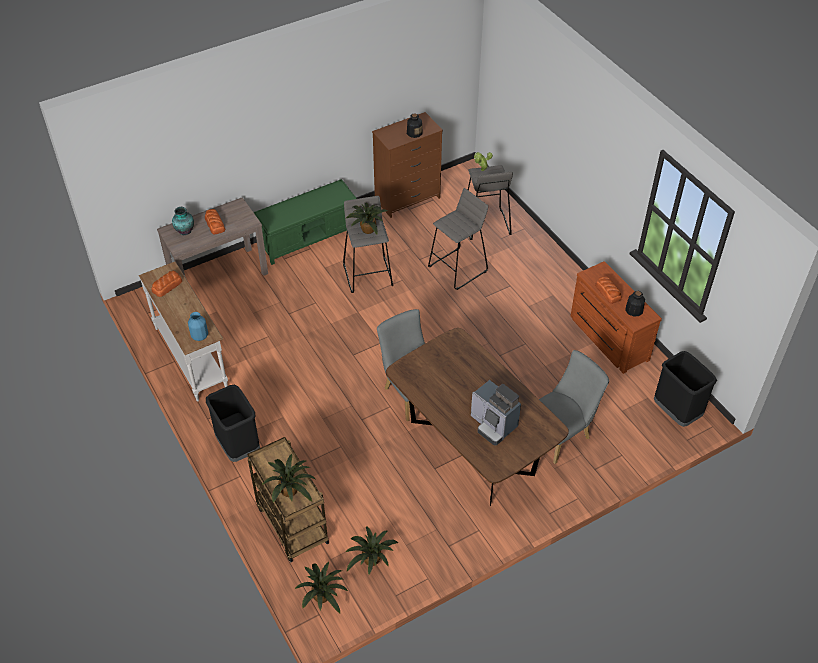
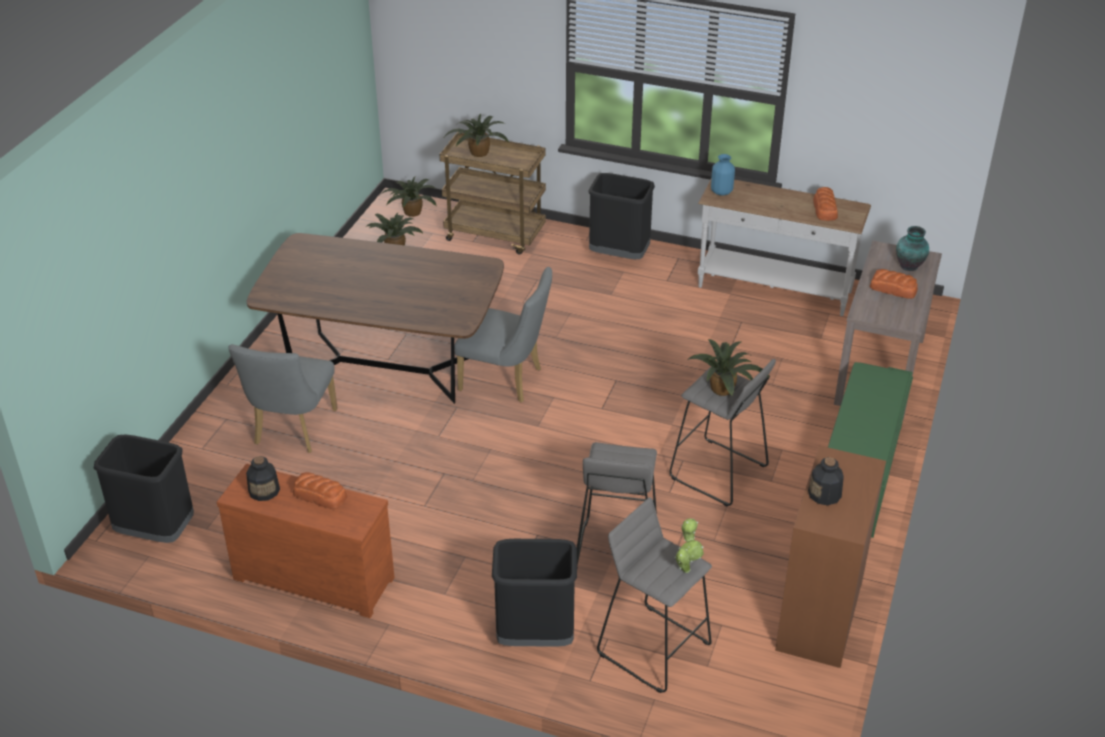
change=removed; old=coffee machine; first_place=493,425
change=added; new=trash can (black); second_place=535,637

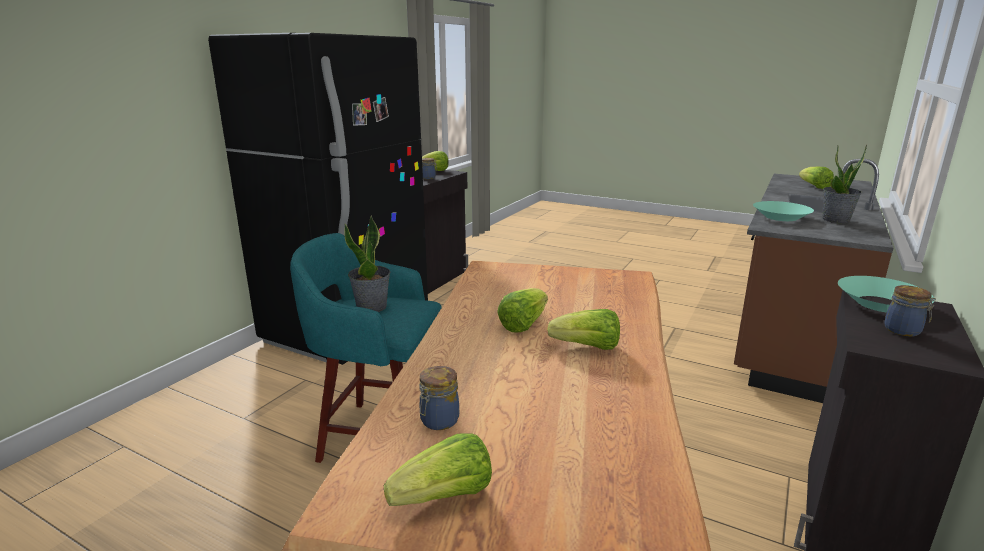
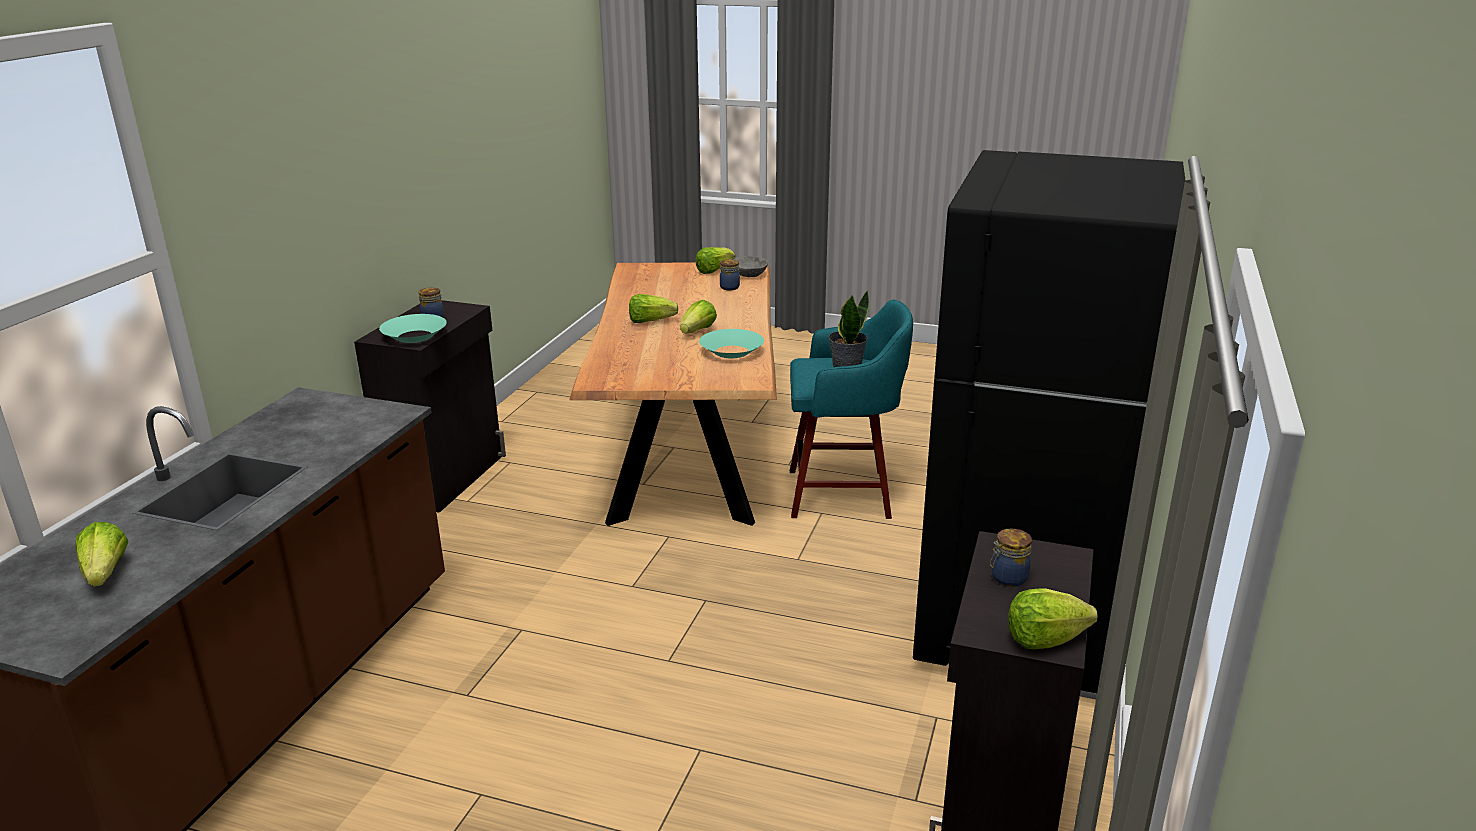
change=removed; old=plant in a pot; first_place=836,220
change=added; new=deep dish (grey); second_place=749,275
change=moved; old=deep dish (turquoise); first_place=781,217; second_place=731,351

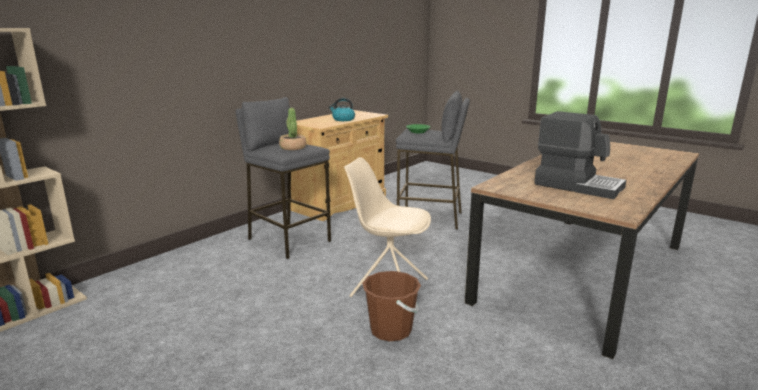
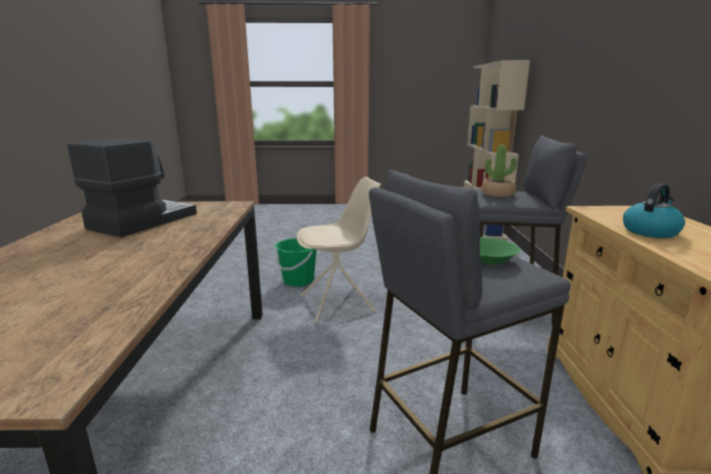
change=recoloured; old=bucket (brown-coloured); new=bucket (greenish); first_place=391,330; second_place=298,281
change=turned; old=coffee machine; first_place=578,185; second_place=142,221; degrees=120

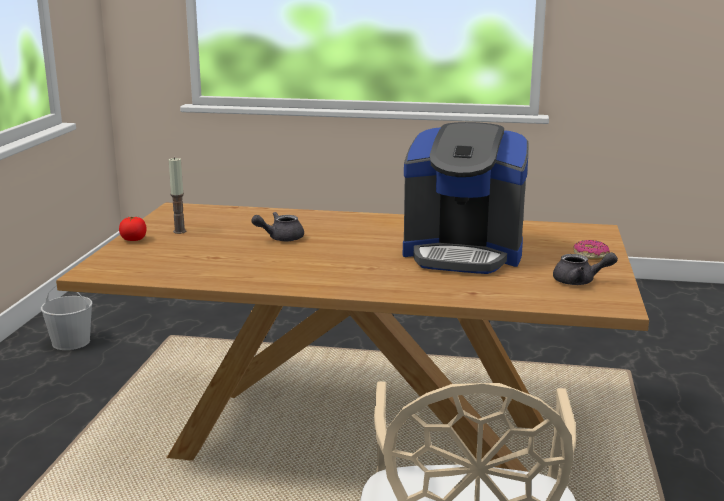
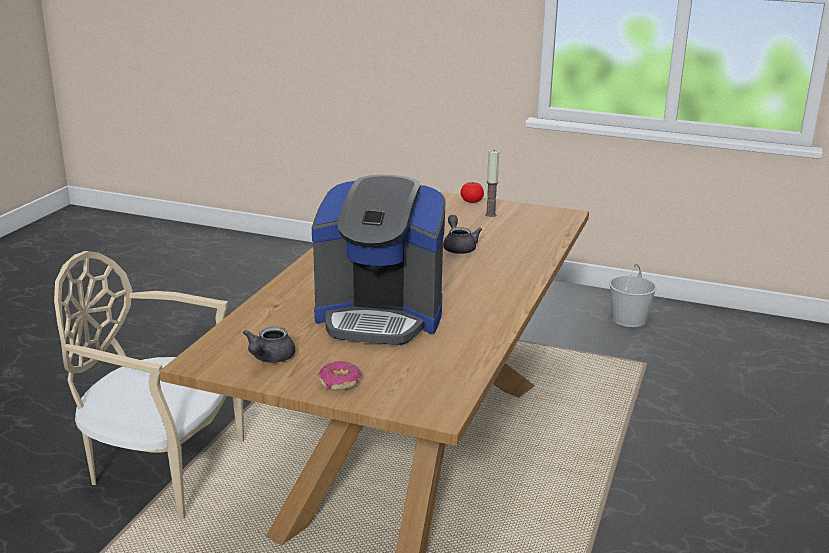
change=turned; old=coffee machine; first_place=463,254; second_place=380,317; degrees=-105

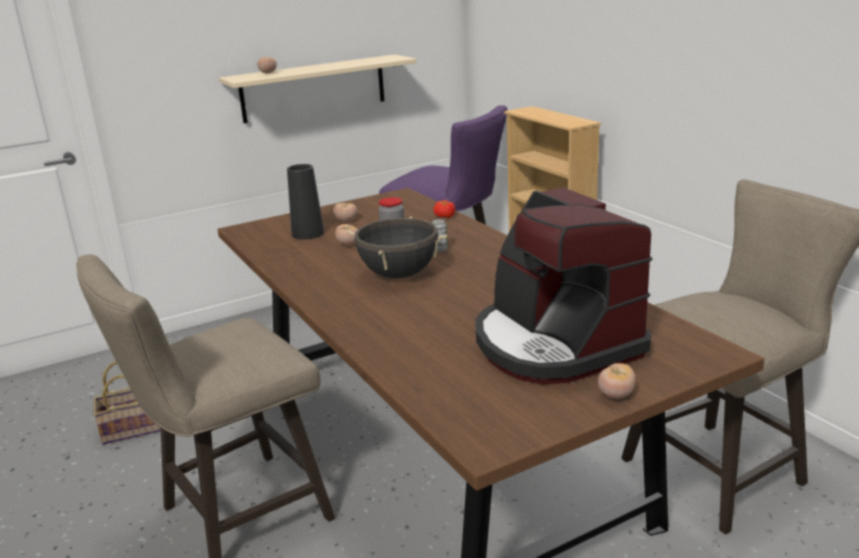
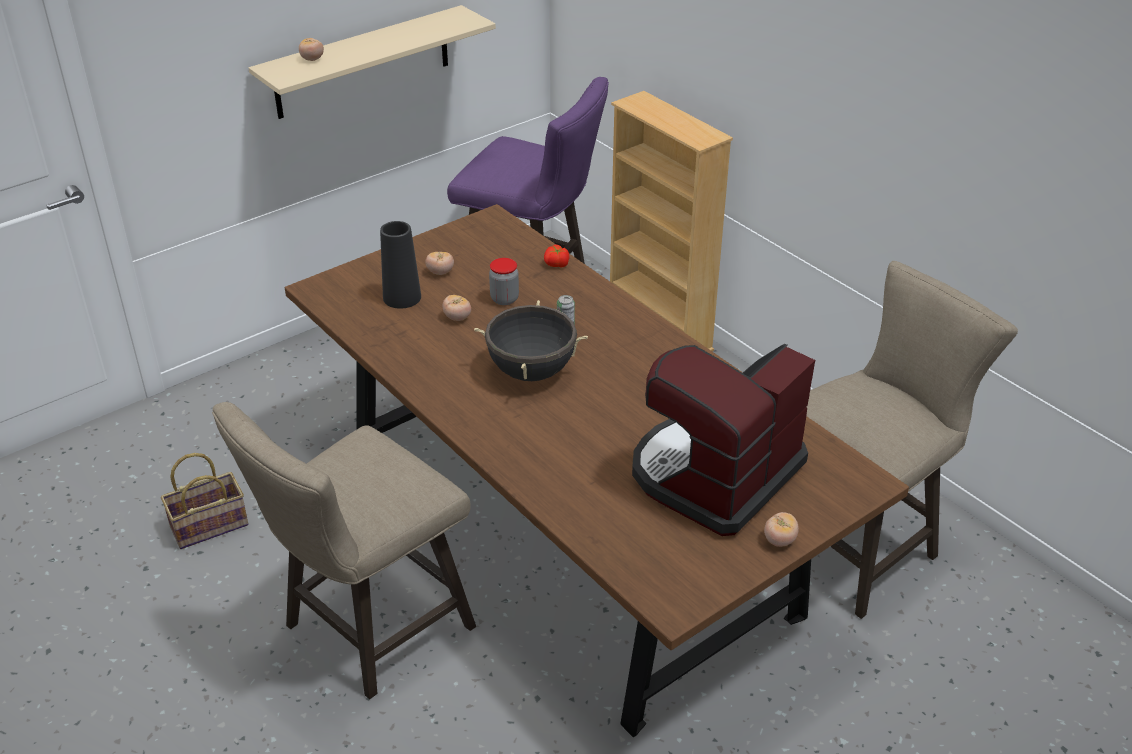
change=turned; old=coffee machine; first_place=554,344; second_place=714,475; degrees=75

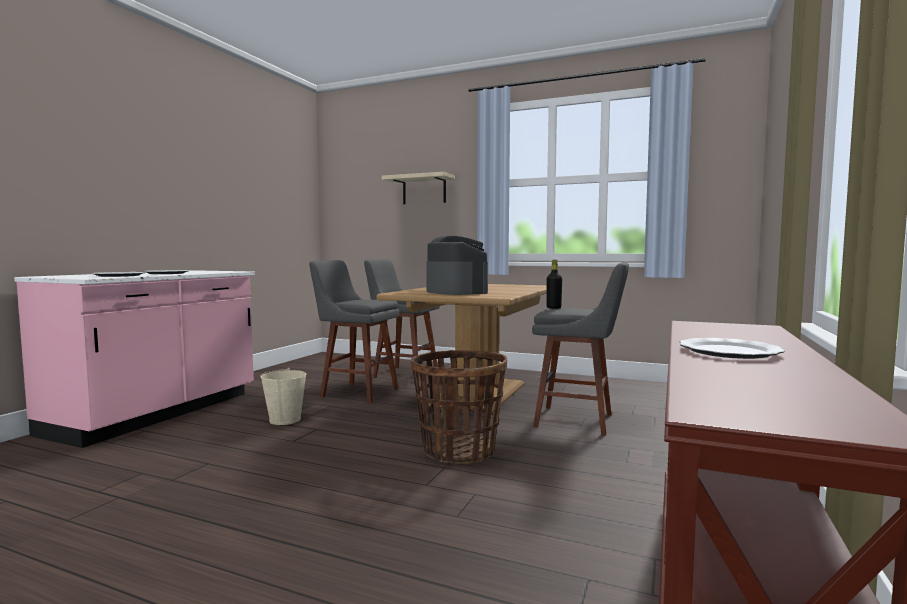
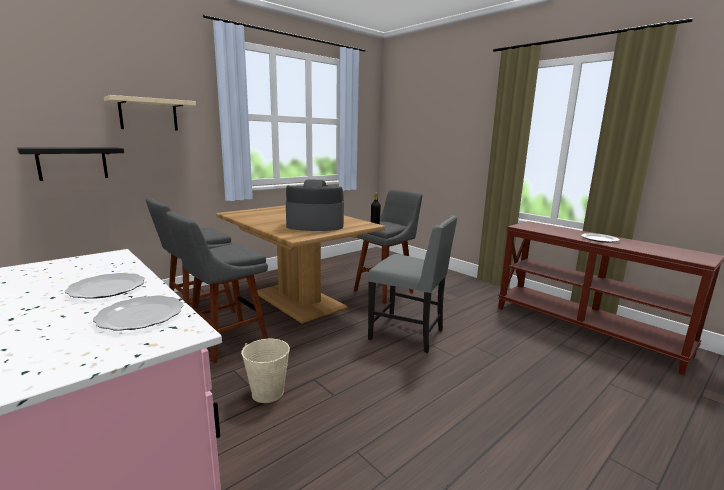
change=added; new=bracket shelf (black); second_place=72,163
change=replaced; old=basket; new=upright chair (grey); first_place=458,451; second_place=408,334

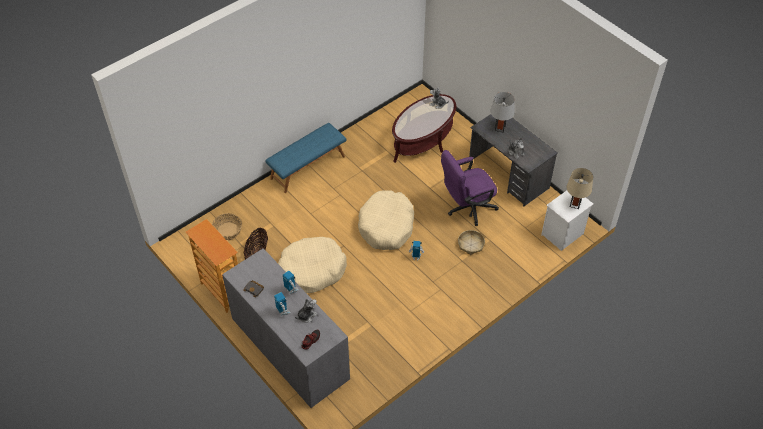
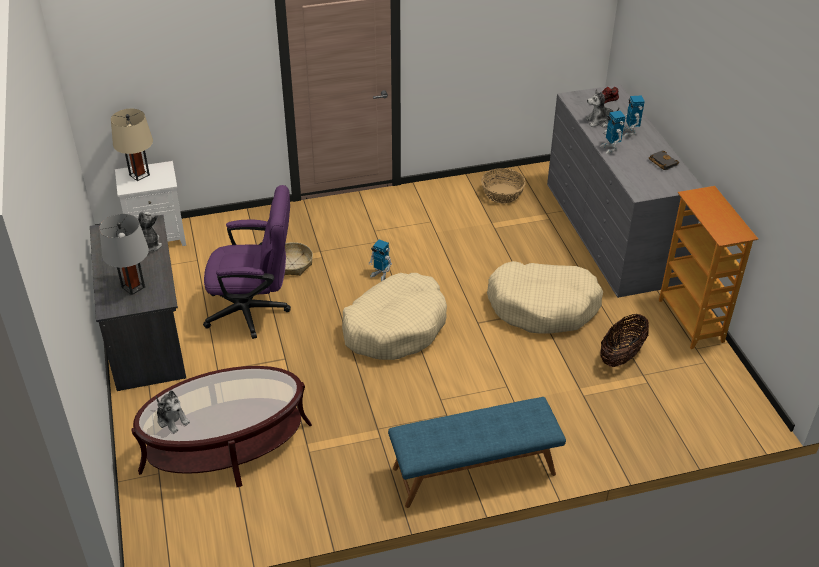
change=moved; old=basket; first_place=227,231; second_place=502,194

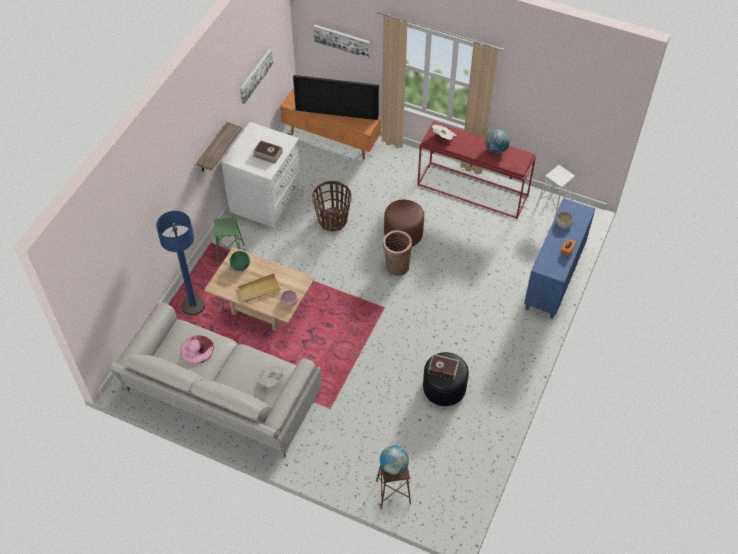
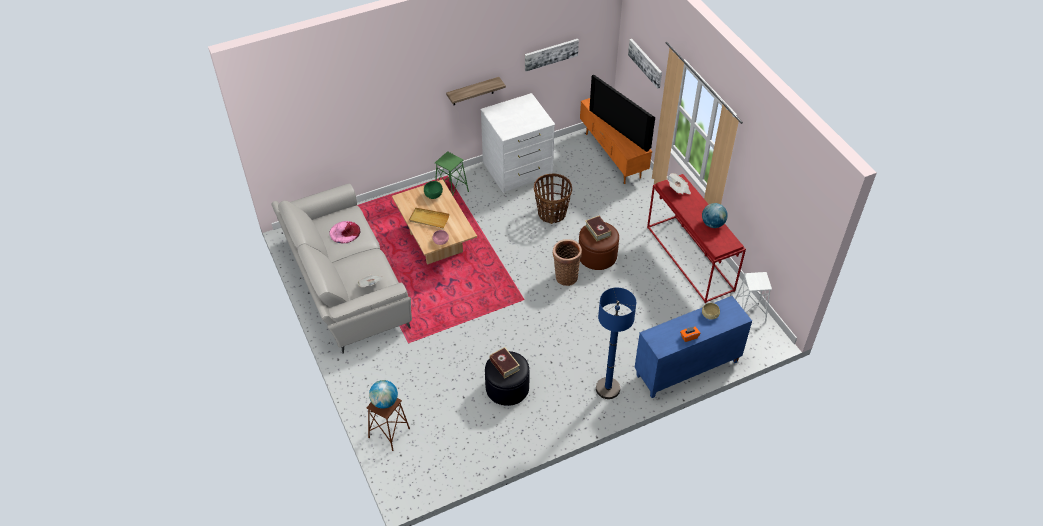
change=moved; old=standing lamp (bluish); first_place=193,306; second_place=608,388
change=moved; old=bound book; first_place=268,154; second_place=597,230

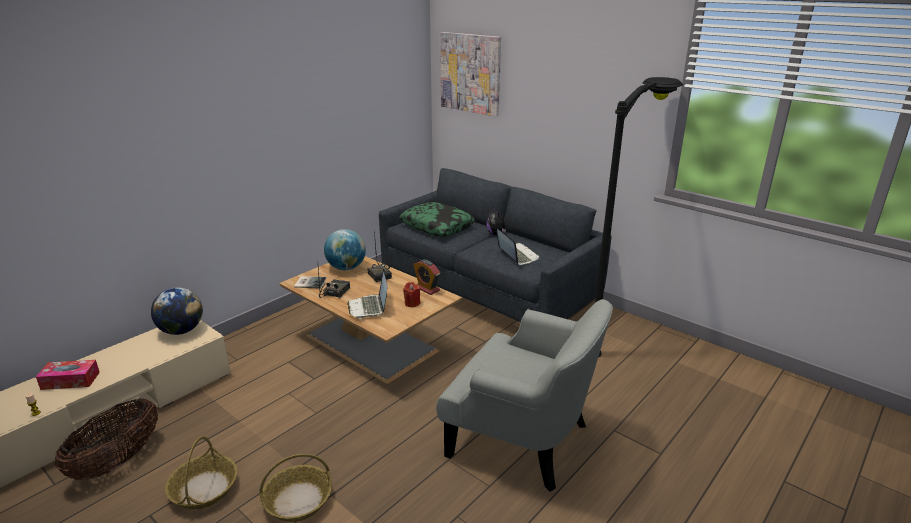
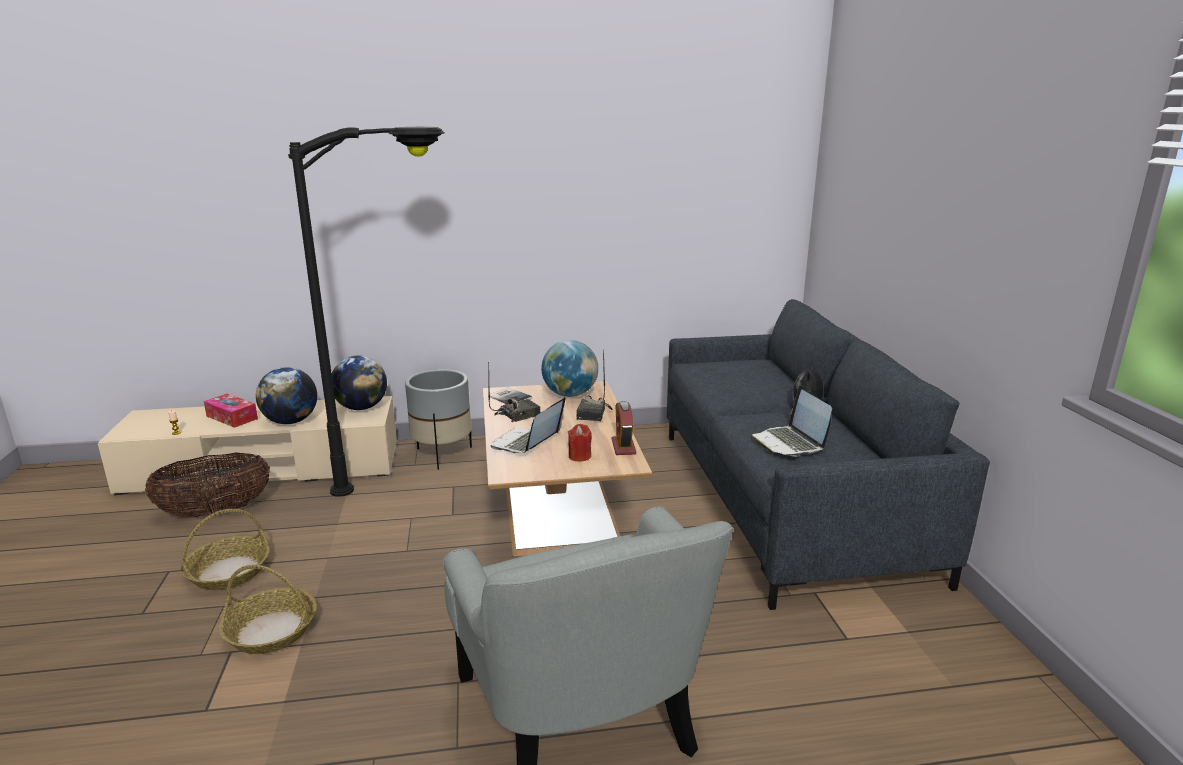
change=removed; old=cushion; first_place=437,226
change=removed; old=wall art; first_place=470,73
change=added; new=world globe; second_place=291,421
change=added; new=planter (grey); second_place=442,455
change=moved; old=standing lamp (black); first_place=618,331; second_place=415,486
change=turned; old=laptop; first_place=517,256; second_place=789,443; degrees=150

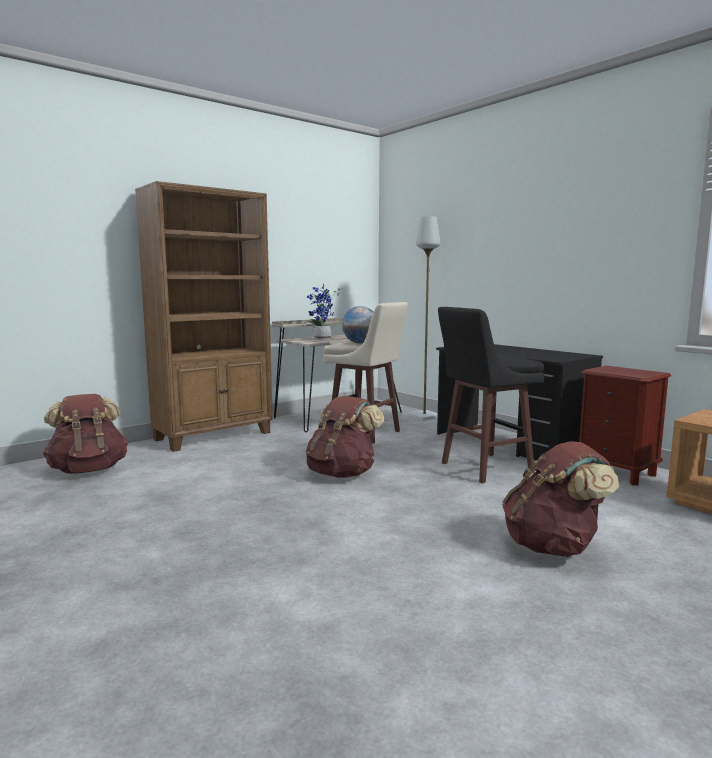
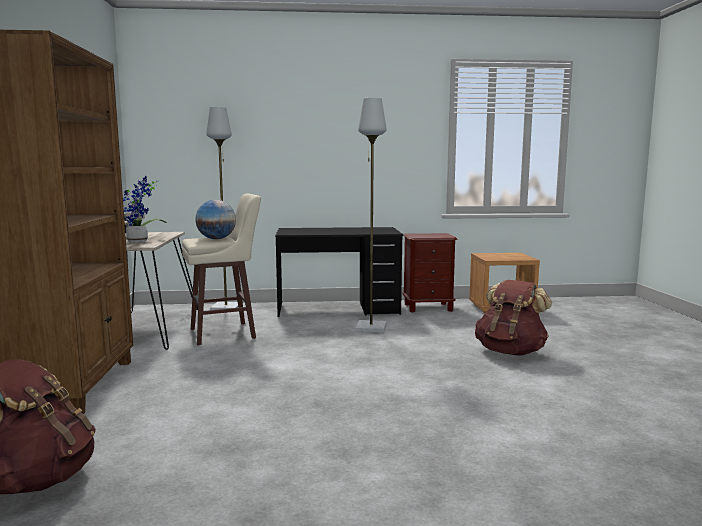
change=removed; old=rucksack (brown-coloured); first_place=342,473
change=replaced; old=stool (black); new=standing lamp (grey); first_place=483,468; second_place=370,328

